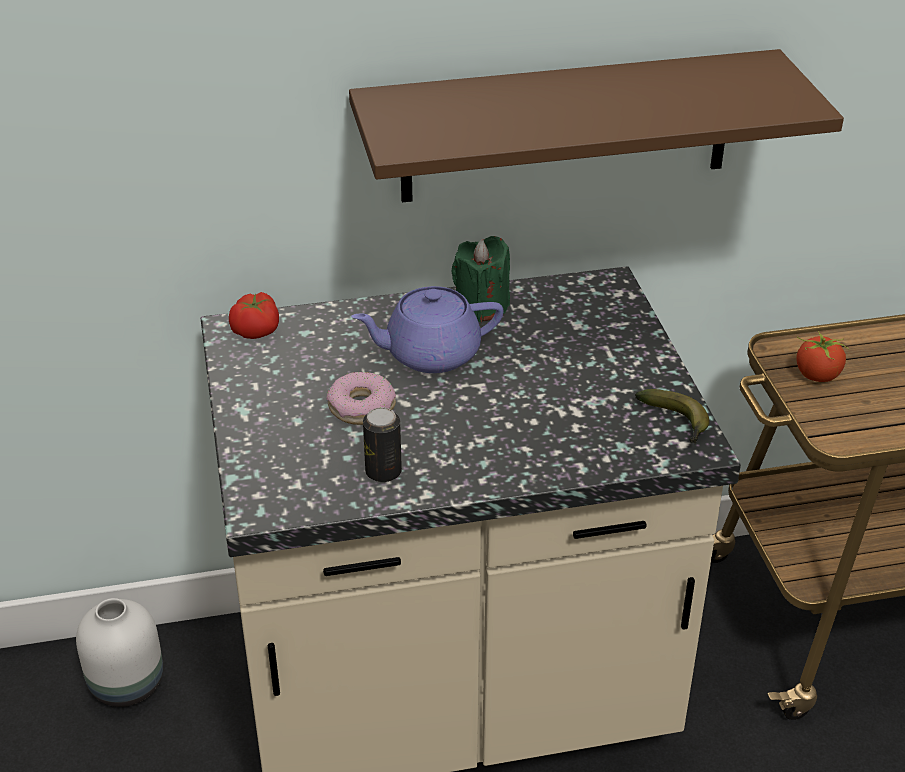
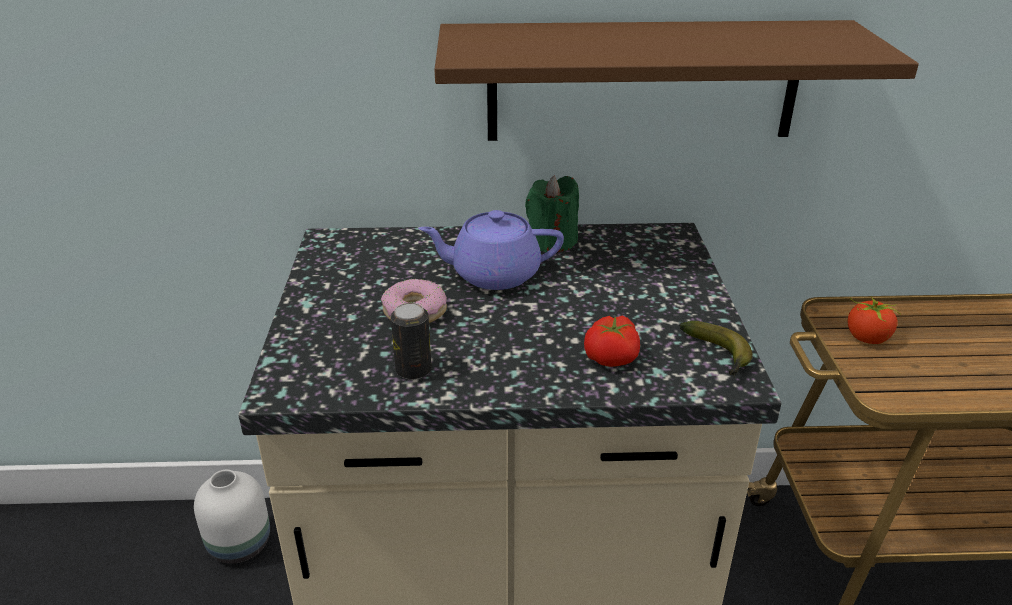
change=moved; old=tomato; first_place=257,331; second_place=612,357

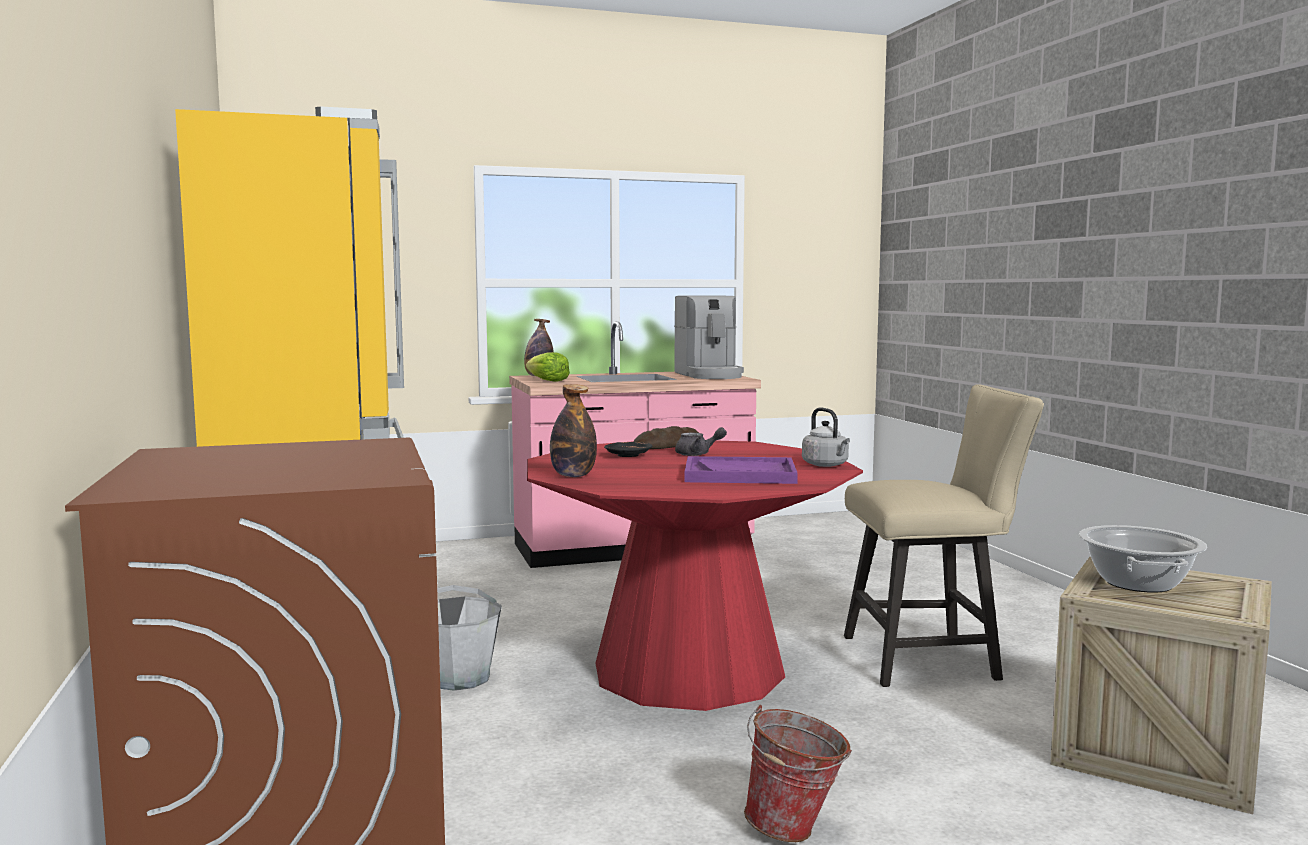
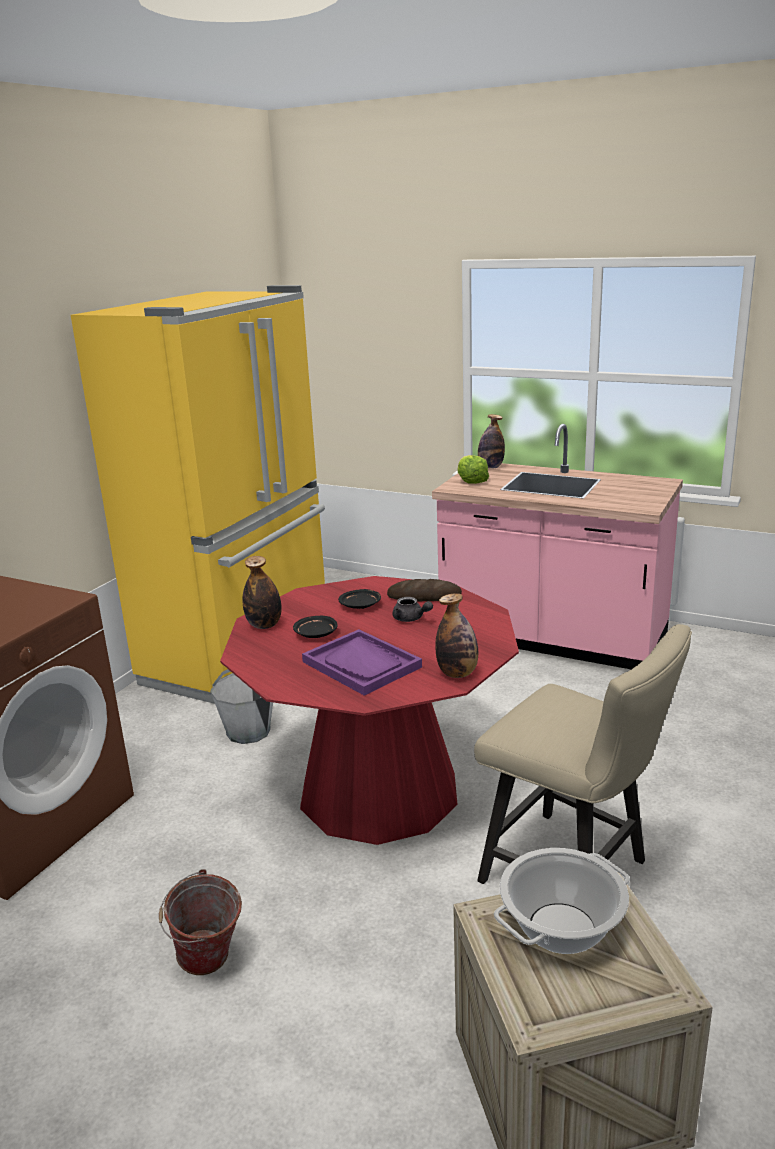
change=removed; old=coffee machine; first_place=709,375
change=added; new=dinner plate (black); second_place=315,634
change=replaced; old=kettle (grey); new=bottle; first_place=826,465; second_place=457,673

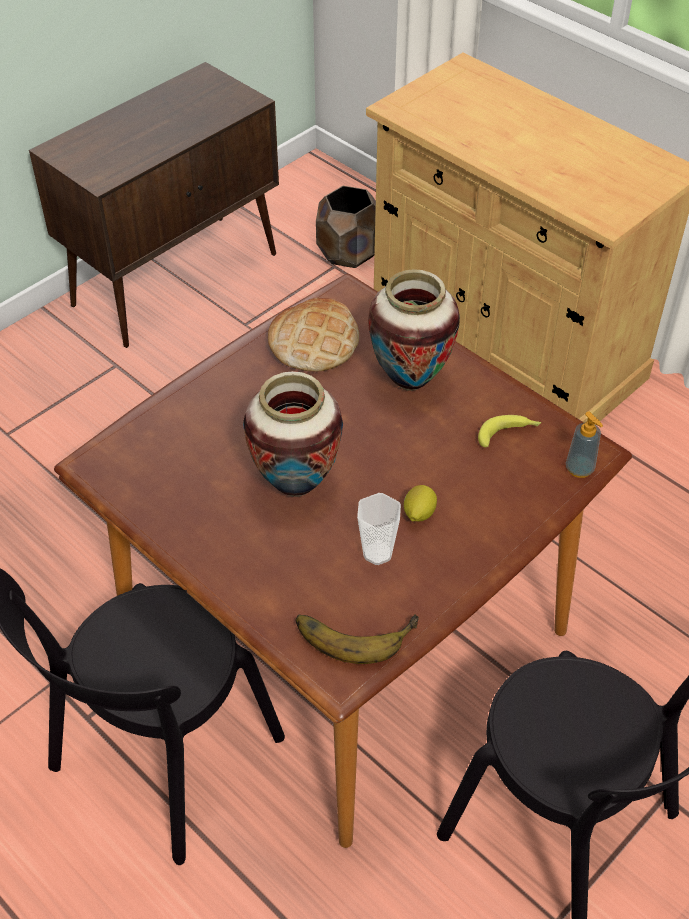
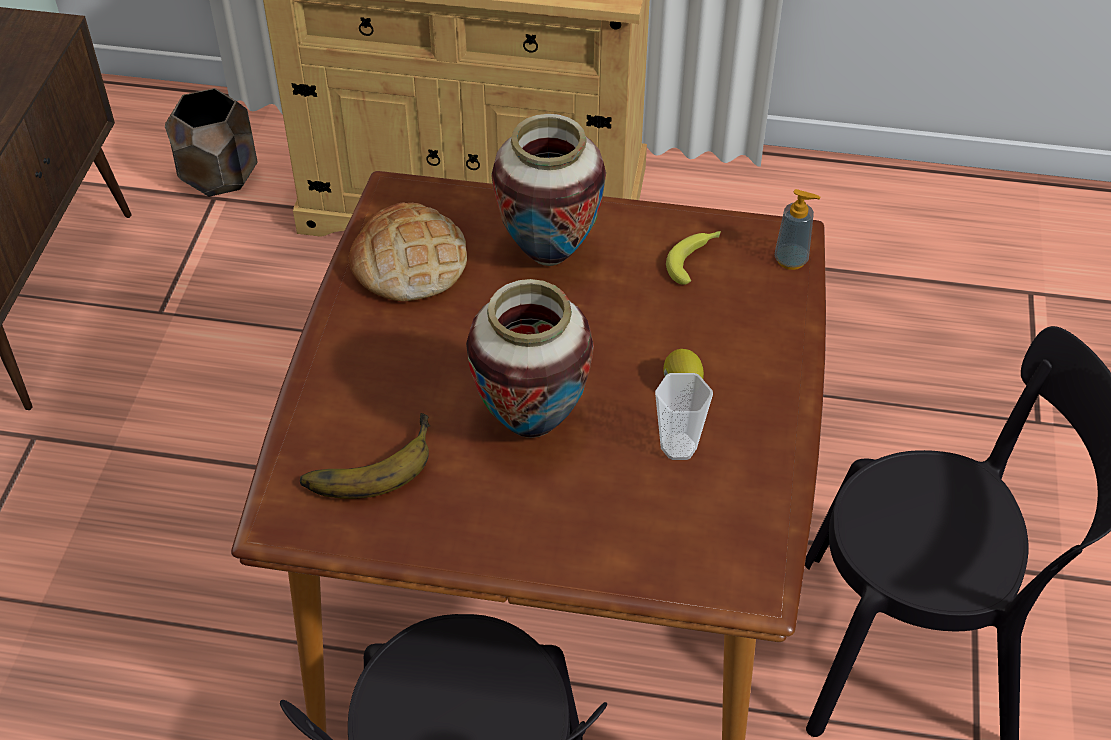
change=moved; old=banana fruit; first_place=354,629; second_place=367,461

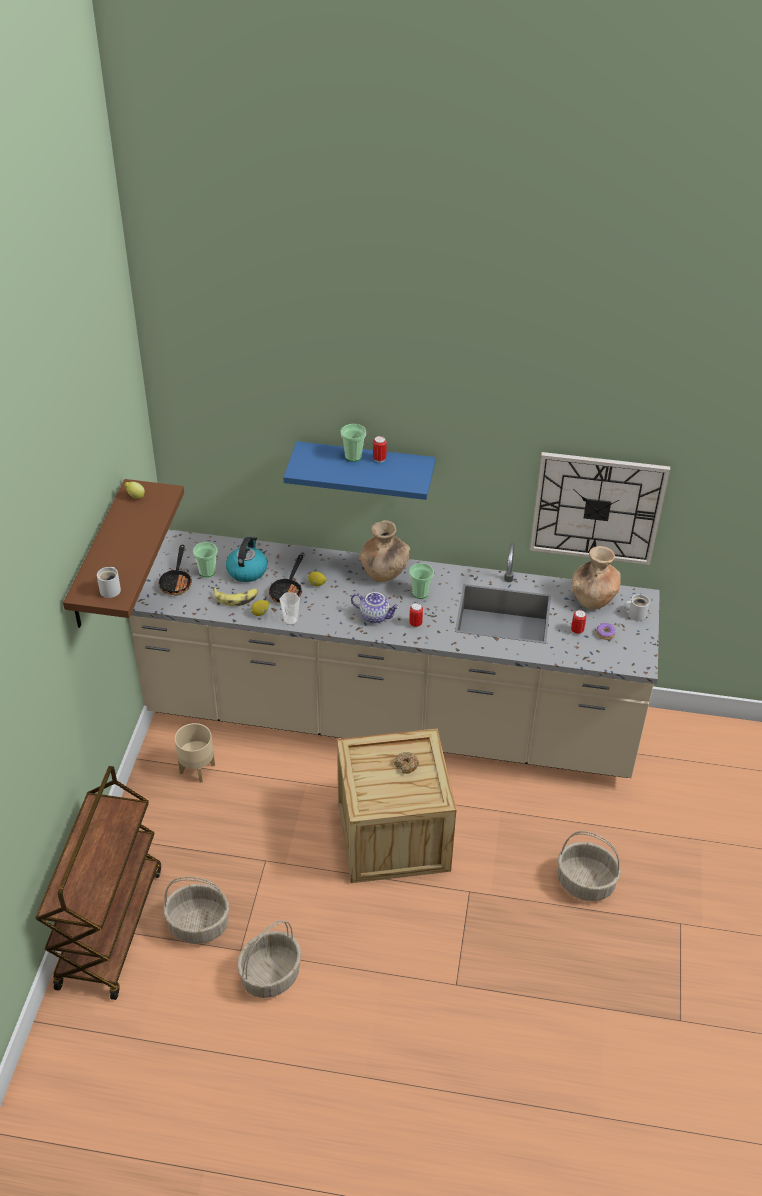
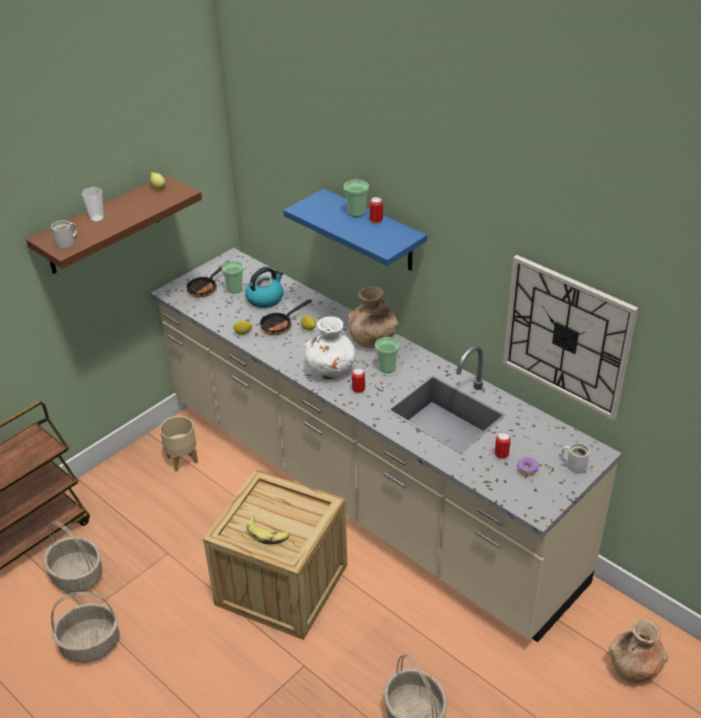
change=removed; old=ring doughnut; first_place=406,765
change=moved; old=banana fruit; first_place=236,598; second_place=267,534
change=moved; old=small cup; first_place=290,620; second_place=97,218
change=moved; old=flower vase (brown-coloured); first_place=593,598; second_place=634,668
change=replaced; old=tea pot; new=flower vase (white); first_place=375,616; second_place=331,370

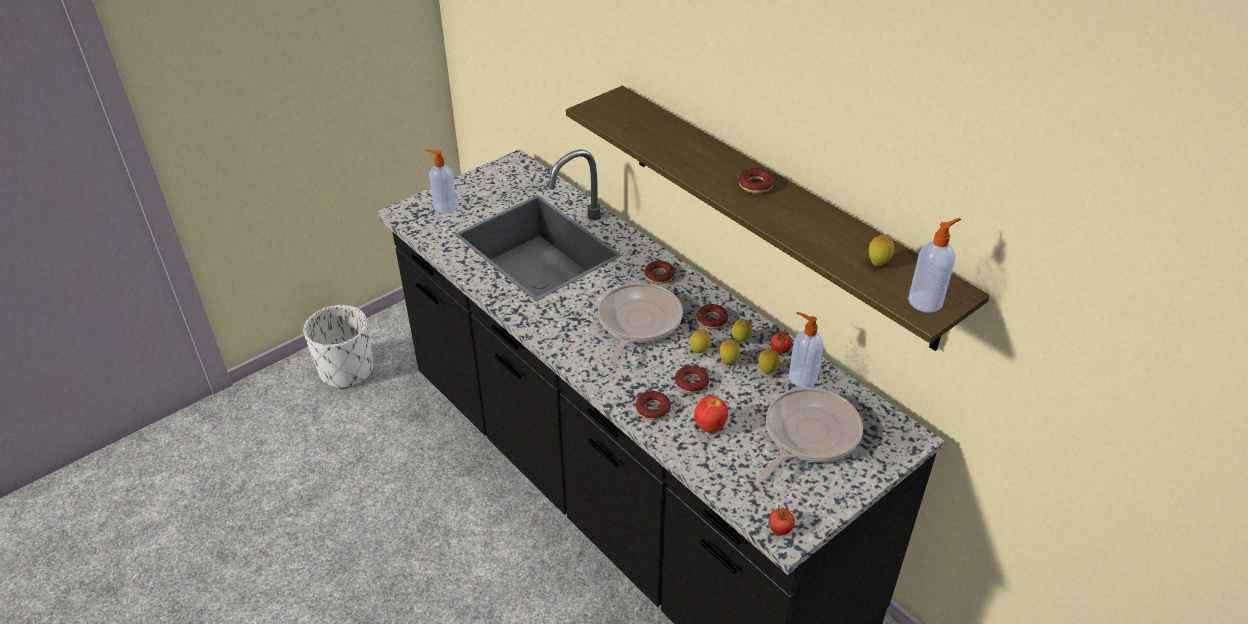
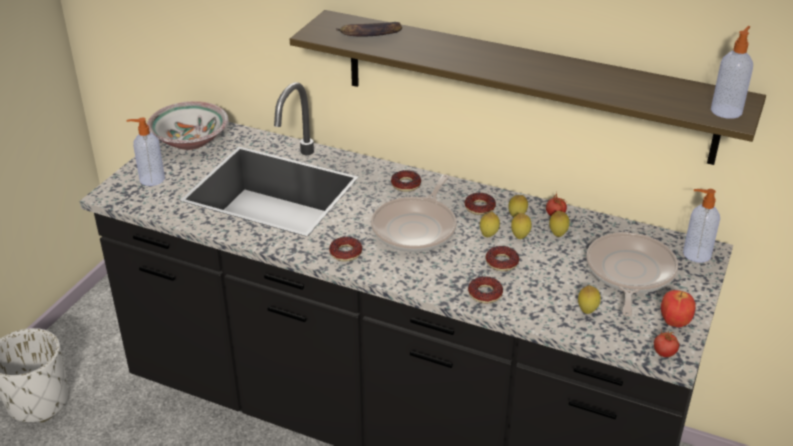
change=added; new=deep dish; second_place=189,141
change=added; new=banana fruit; second_place=369,35
change=moved; old=apple fruit; first_place=709,426; second_place=674,322
change=moved; old=ring doughnut; first_place=755,185; second_place=345,253
change=moved; old=liquid soap bottle; first_place=801,377; second_place=695,254
change=moved; old=lemon; first_place=878,263; second_place=587,310
change=turned; old=frying pan; first_place=637,323; second_place=416,228; degrees=-150

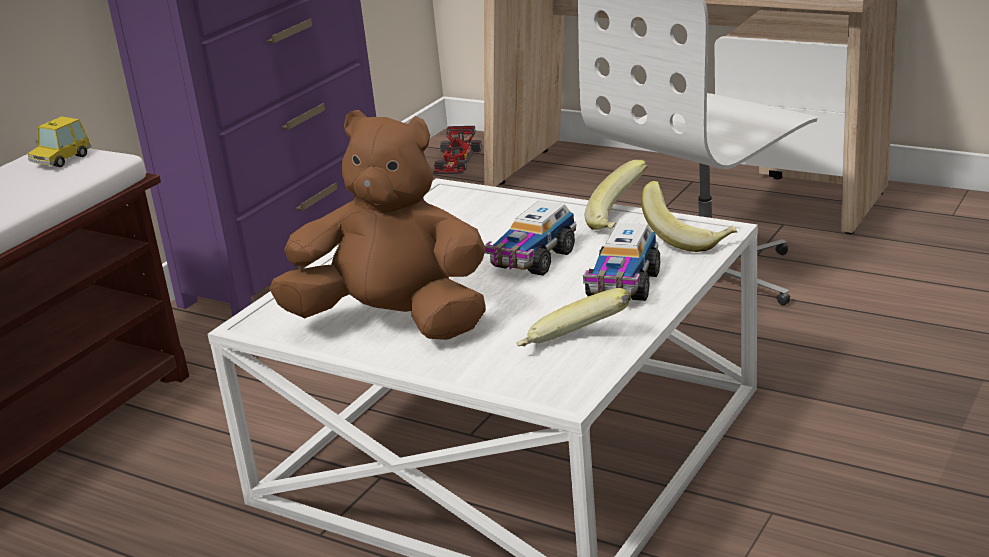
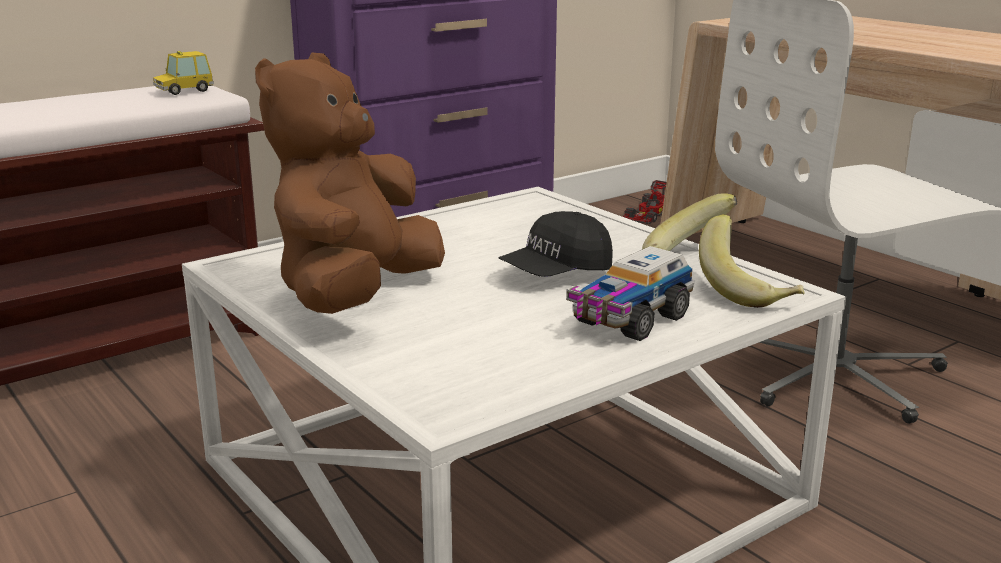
change=removed; old=banana fruit; first_place=574,347
change=replaced; old=toy lorry; new=baseball cap (black); first_place=532,259; second_place=556,273
change=turned; old=plush toy (brown-coloured); first_place=394,322; second_place=355,296; degrees=-105

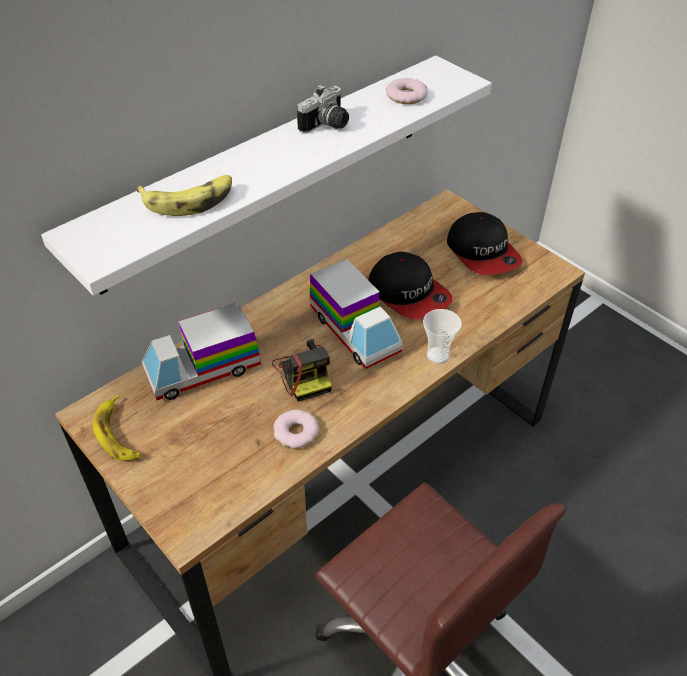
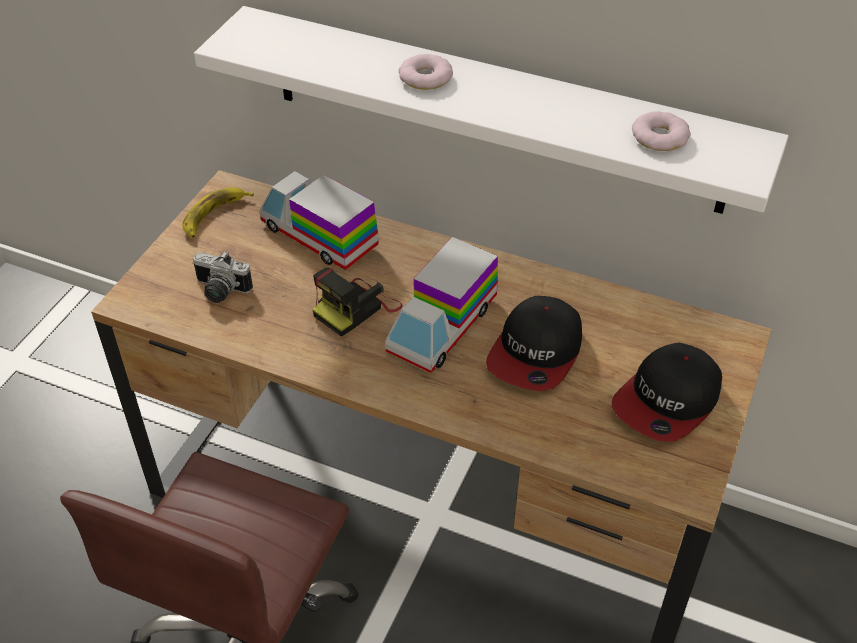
change=removed; old=banana fruit; first_place=190,200
change=removed; old=small cup; first_place=437,355
change=moved; old=ring doughnut; first_place=296,432; second_place=425,78
change=moved; old=photo camera; first_place=327,126; second_place=219,291

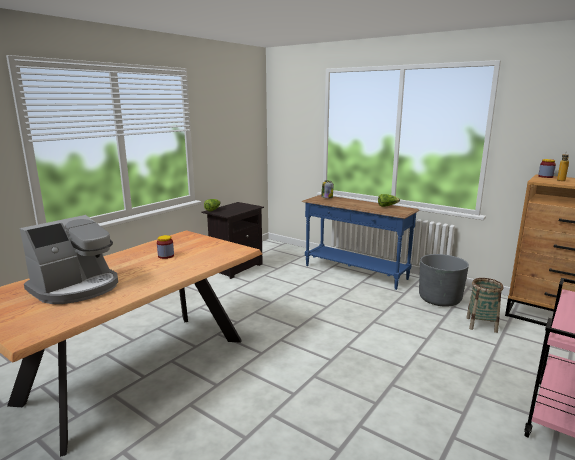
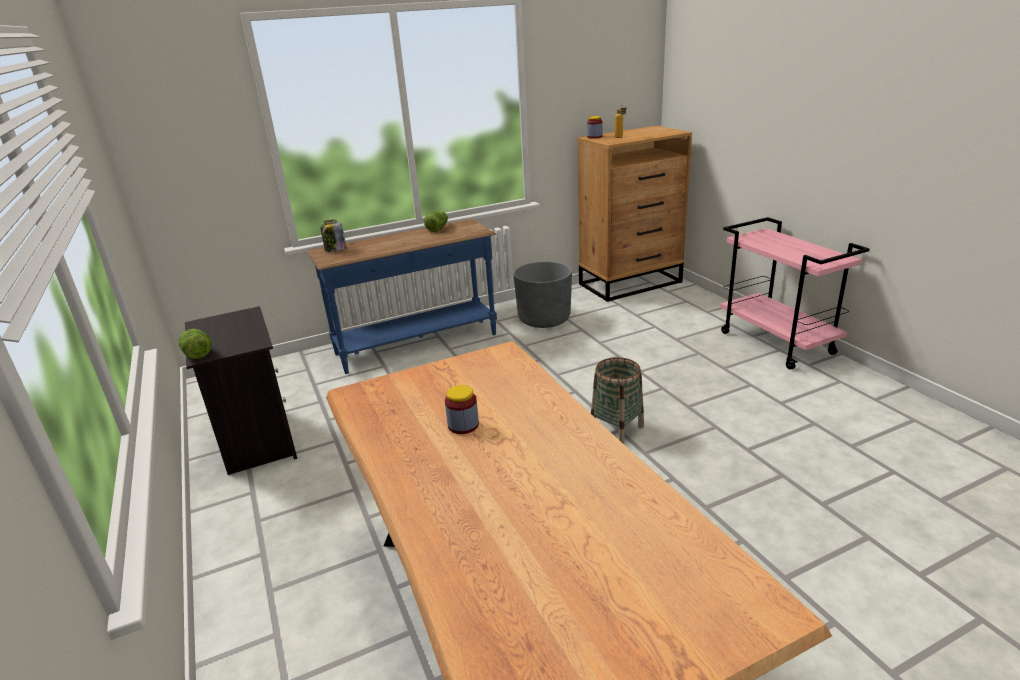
change=removed; old=coffee machine; first_place=76,288
change=moved; old=basket; first_place=481,325; second_place=617,428

